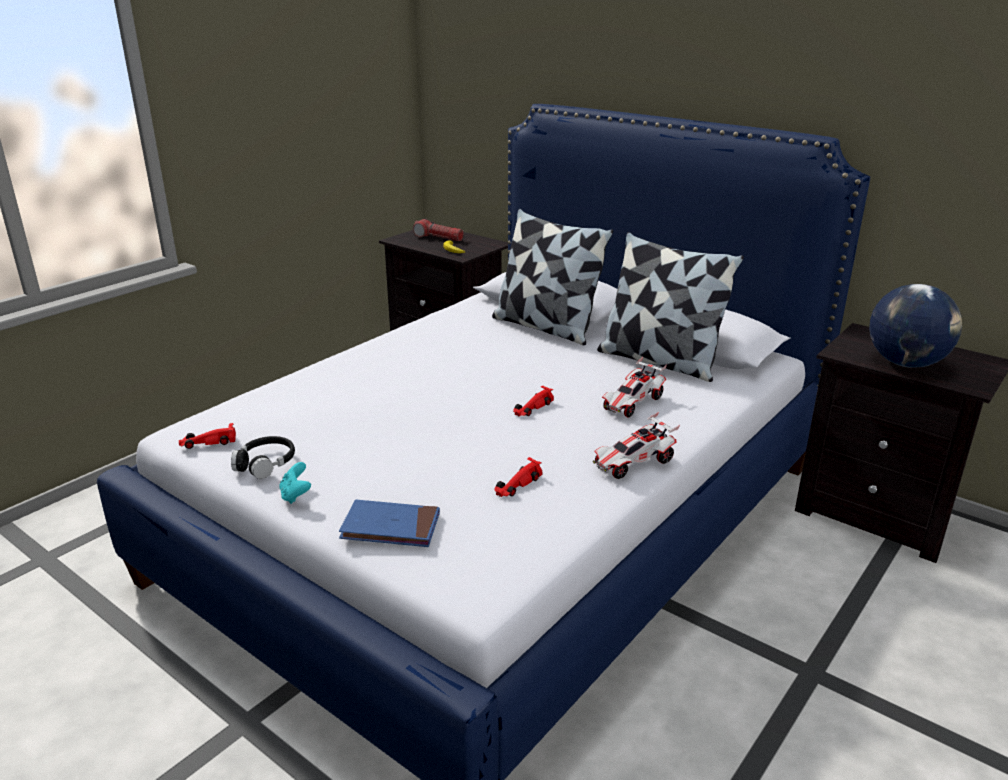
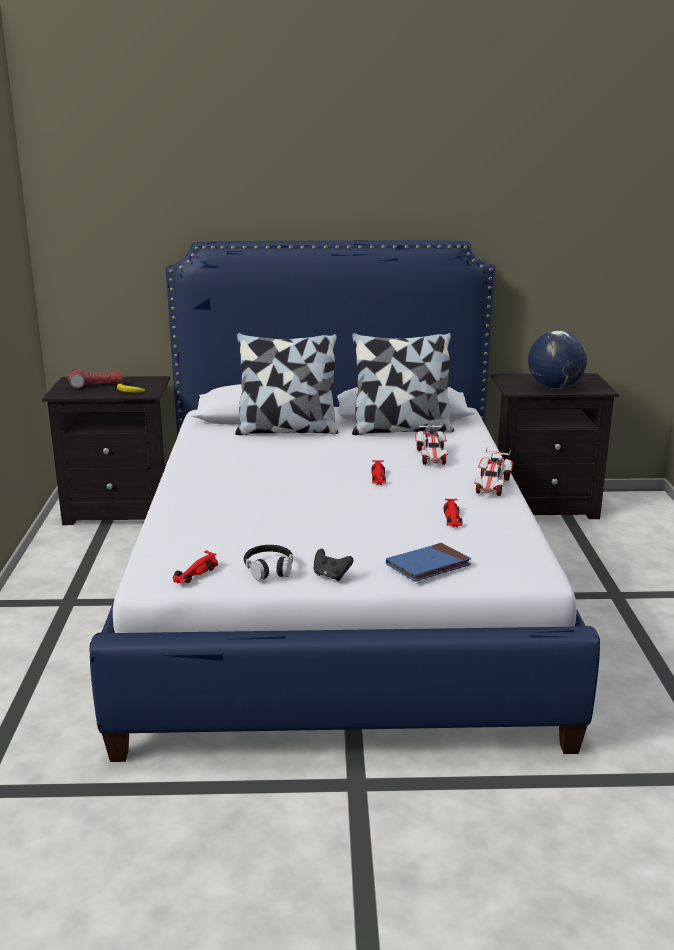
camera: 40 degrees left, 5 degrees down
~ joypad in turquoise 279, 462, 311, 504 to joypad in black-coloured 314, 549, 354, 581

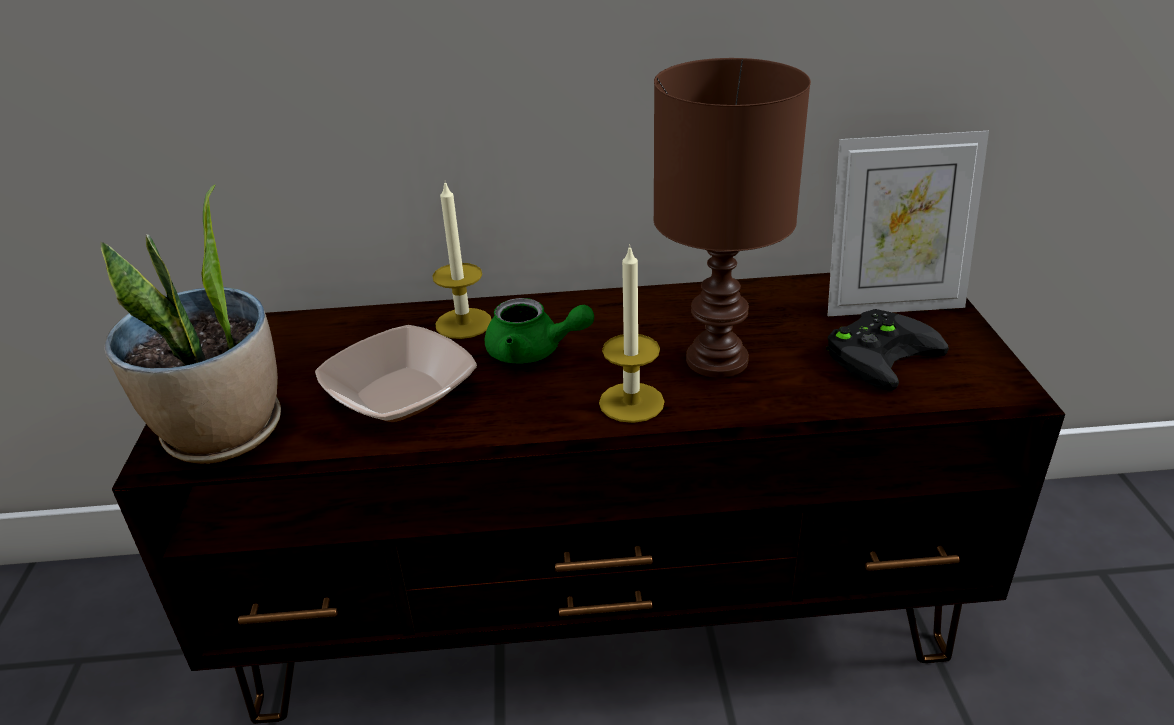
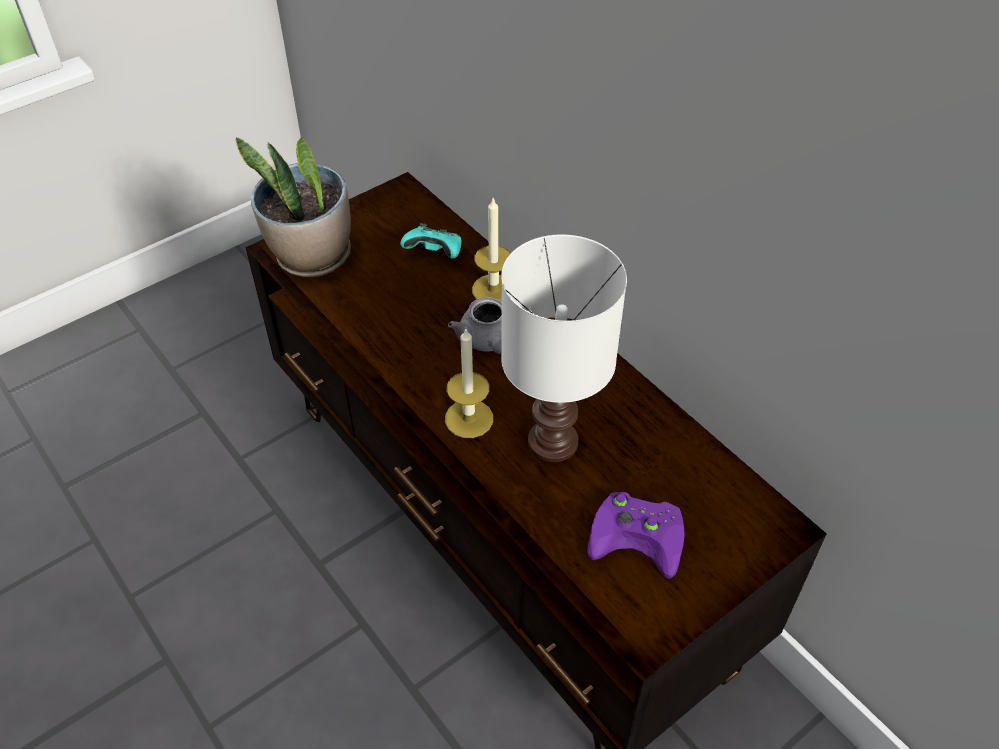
camera: 55 degrees right, 15 degrees up
+ joypad in turquoise 400, 223, 462, 259
~ teapot in green 485, 298, 594, 364 to teapot in grey 448, 297, 502, 354
~ table lamp in brown-coloured 653, 58, 811, 378 to table lamp in whitish 501, 234, 627, 462
~ joypad in black-coloured 826, 309, 949, 391 to joypad in purple-coloured 587, 492, 685, 579
- serving bowl 315, 325, 477, 422
- picture frame 827, 131, 989, 316

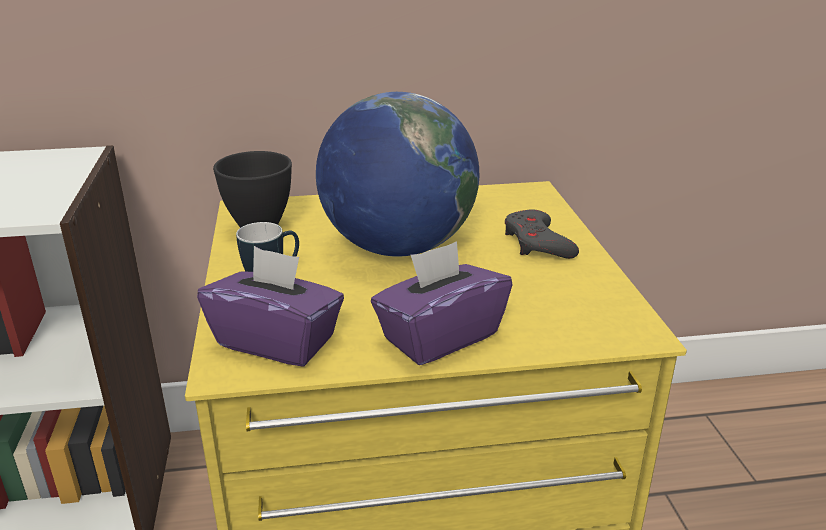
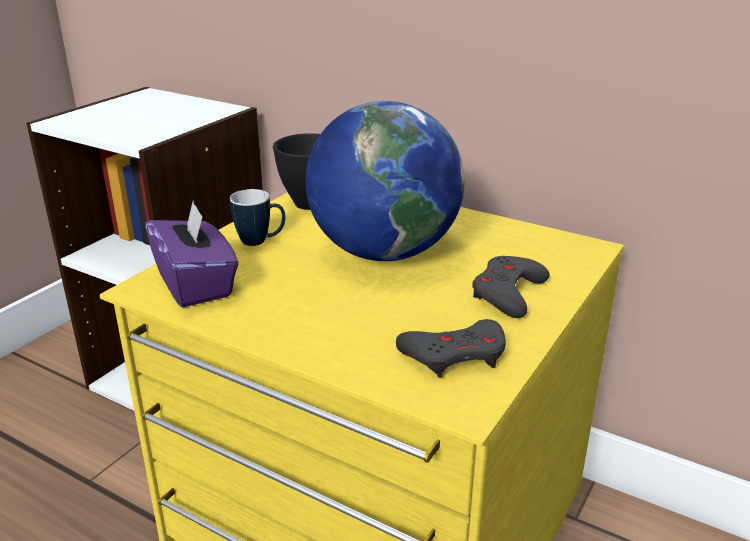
camera: 40 degrees right, 0 degrees up
+ joypad in grey 396, 319, 506, 378
- tissue holder in purple-coloured 371, 241, 513, 365

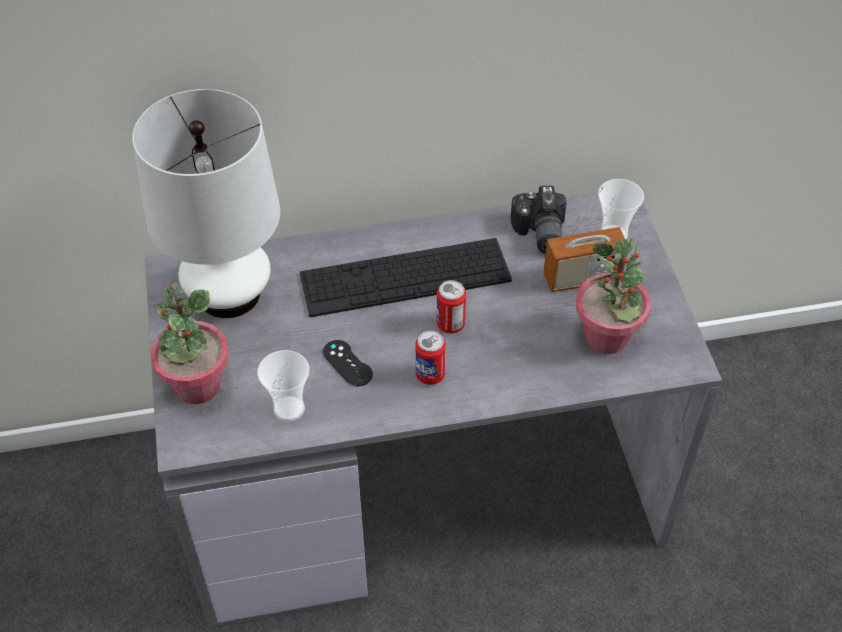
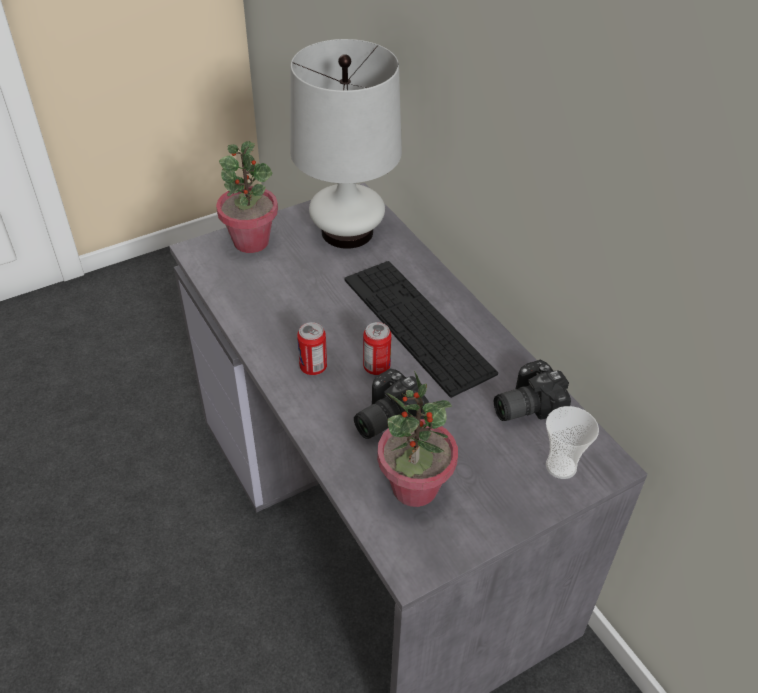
camera: 70 degrees right, 5 degrees down
+ still camera 354, 369, 429, 439
- cup 257, 350, 310, 421
- joypad in black-coloured 323, 340, 373, 386
- radio receiver 543, 186, 627, 292

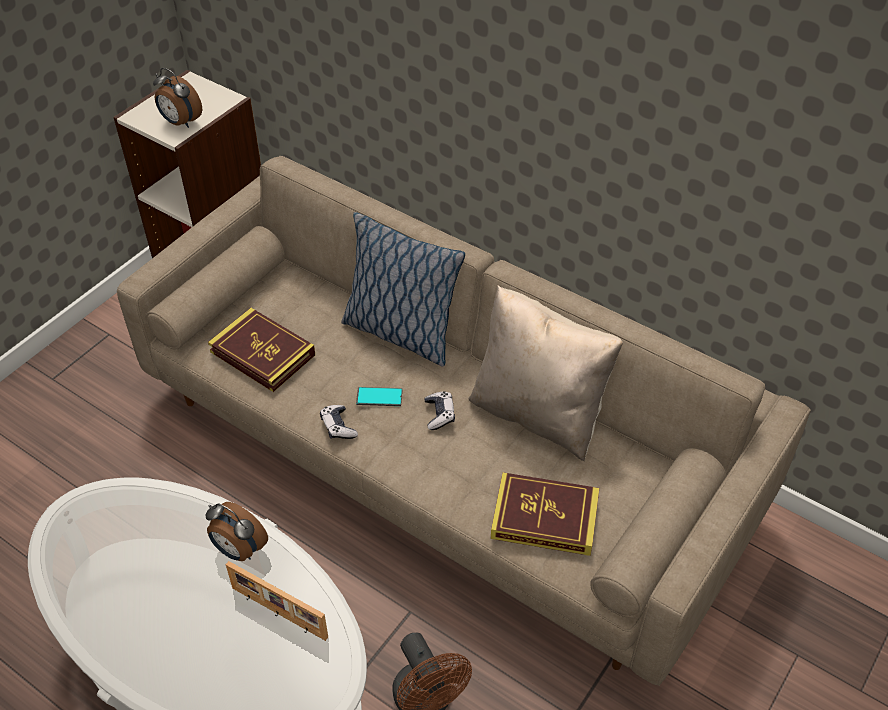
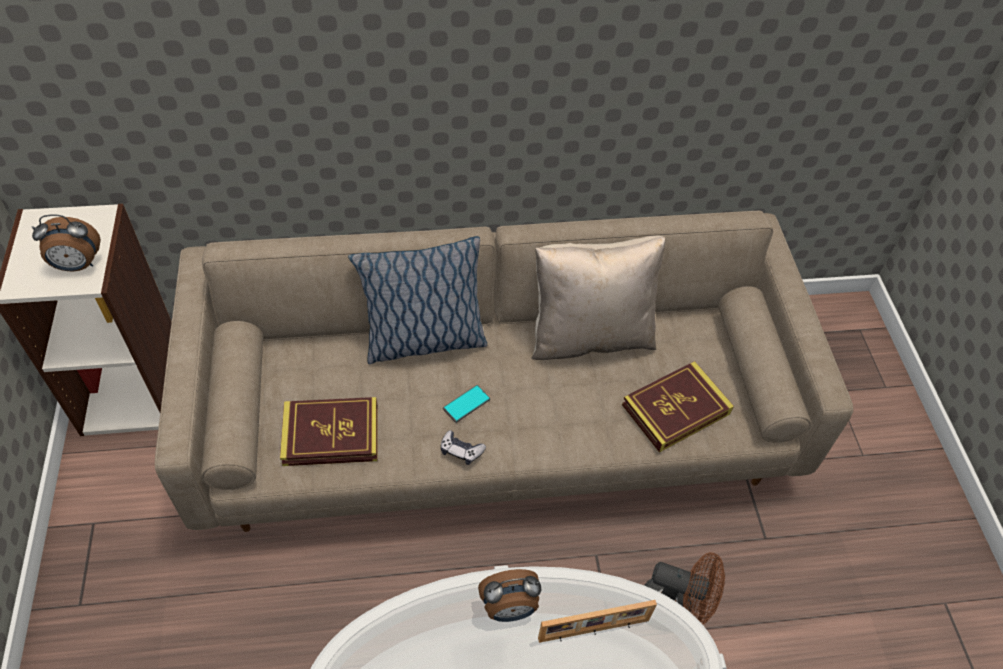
camera: 45 degrees left, 5 degrees up
- joypad 425, 391, 455, 430

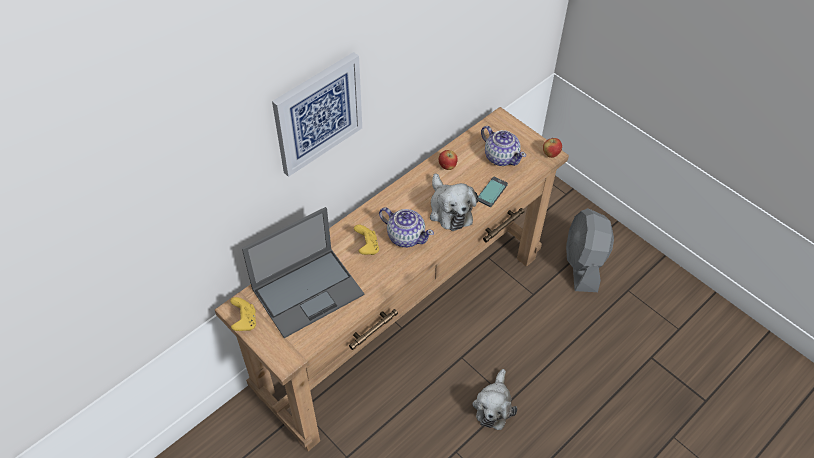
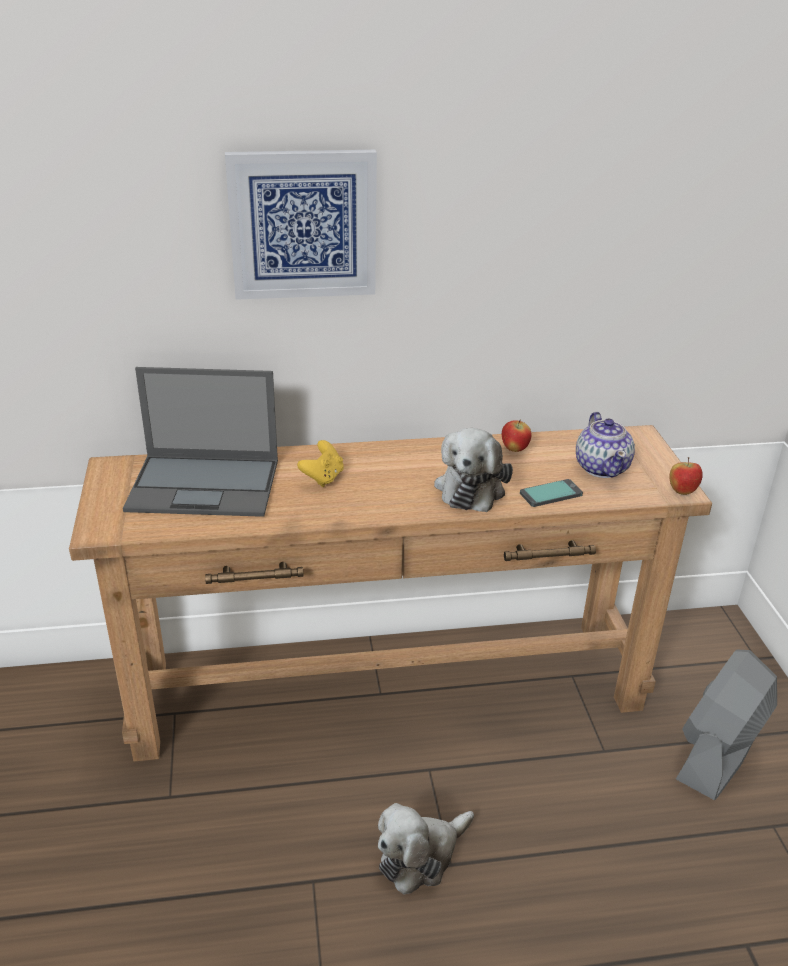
camera: 35 degrees right, 20 degrees down
- joypad in yellow-coloured 230, 297, 256, 331
- teapot 379, 207, 434, 248

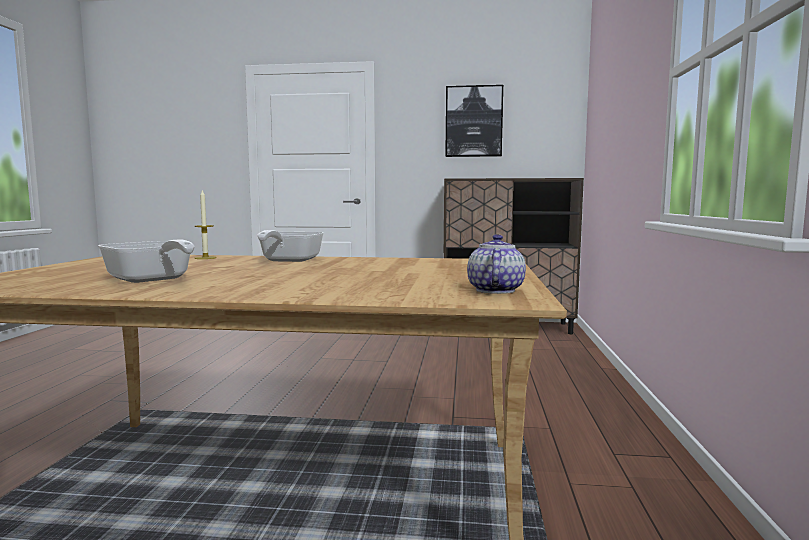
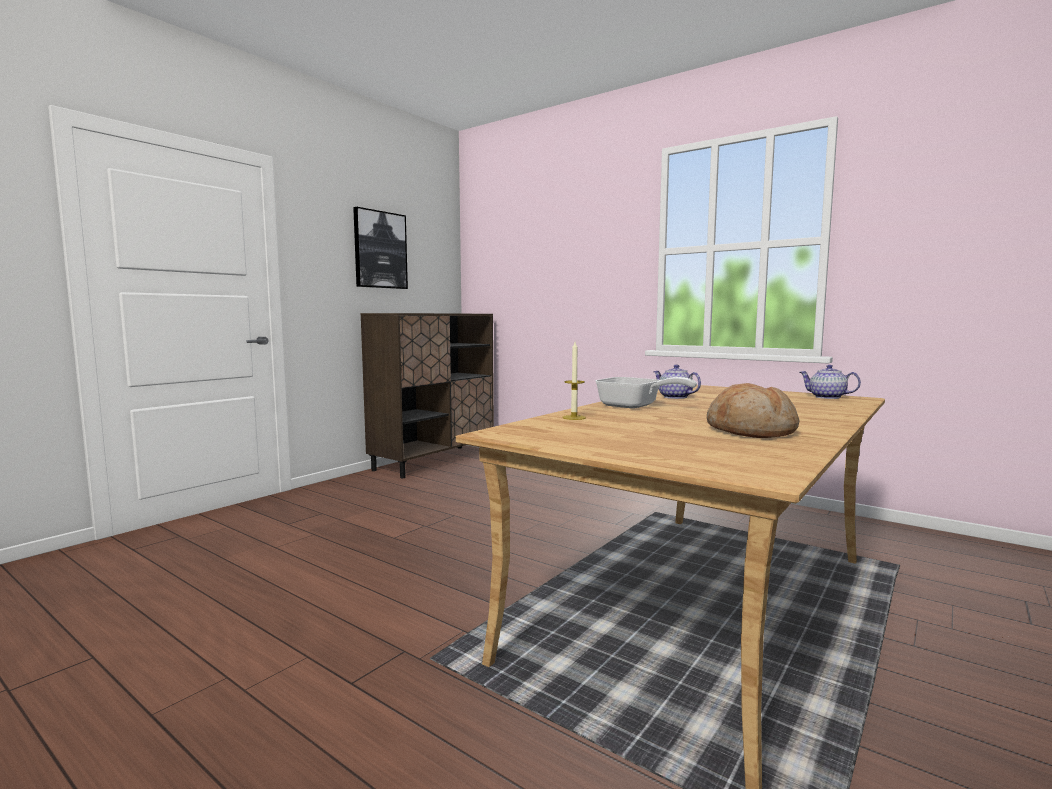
camera: 60 degrees left, 0 degrees up
+ teapot 653, 365, 701, 399
~ skillet 98, 239, 195, 283 to bread 707, 383, 800, 438

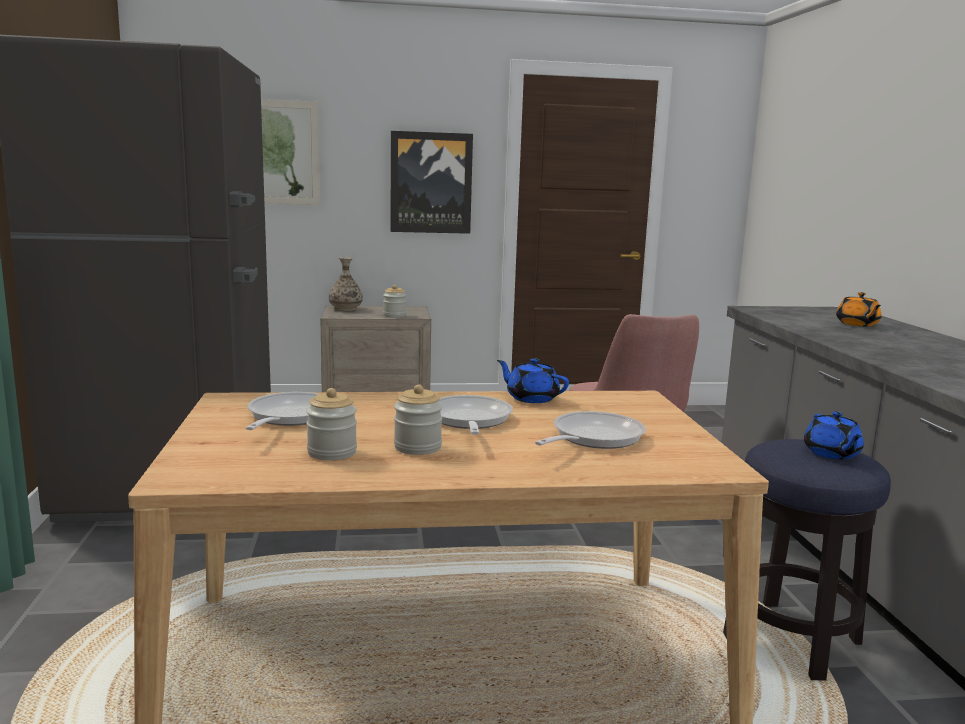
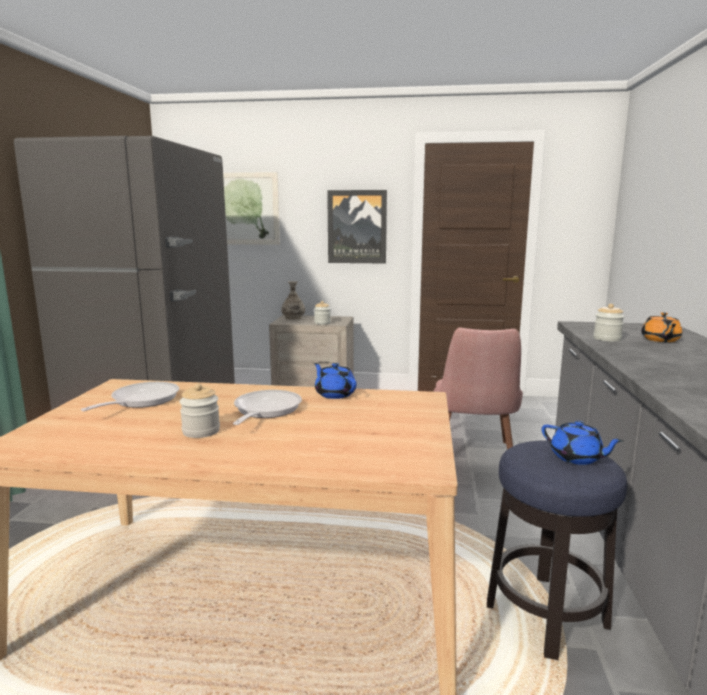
camera: 15 degrees right, 0 degrees up
~ teapot in blue-coloured 804, 411, 864, 459 = 542, 421, 624, 465 60 degrees counterclockwise
~ preserve jar 306, 388, 357, 460 to 593, 304, 625, 342
- skillet 535, 411, 646, 449

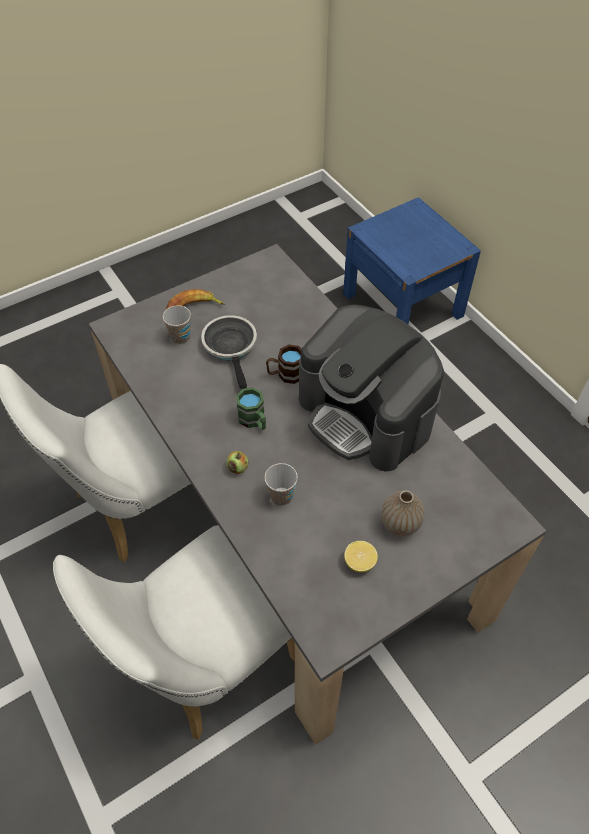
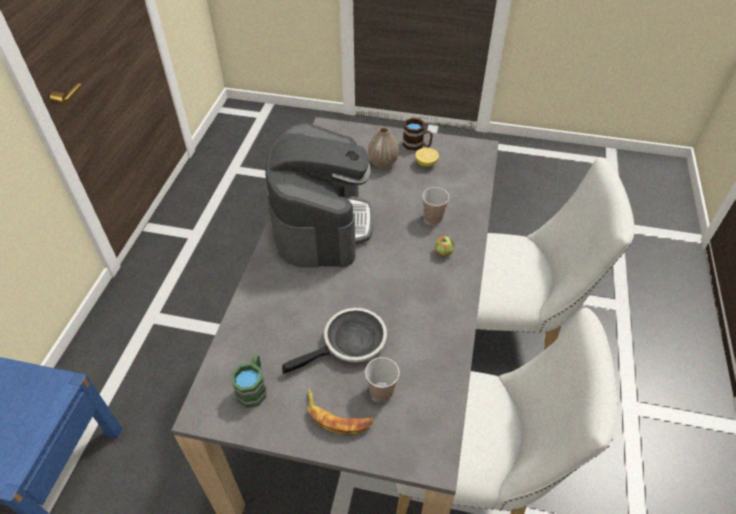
camera: 135 degrees left, 5 degrees down
~ coffee mug in green 236, 387, 266, 430 to 231, 354, 267, 408
~ skillet 201, 315, 257, 390 = 282, 308, 387, 374 150 degrees counterclockwise
~ coffee mug in brown-coloured 266, 344, 302, 384 to 403, 118, 433, 151

